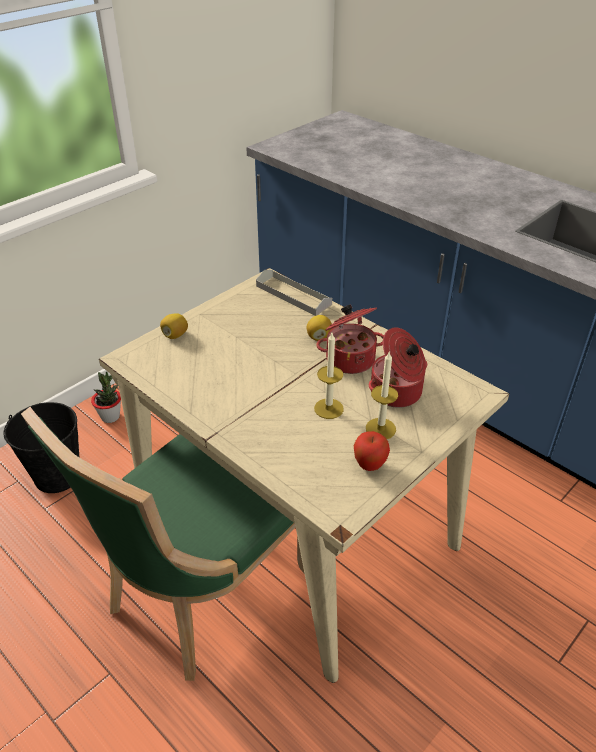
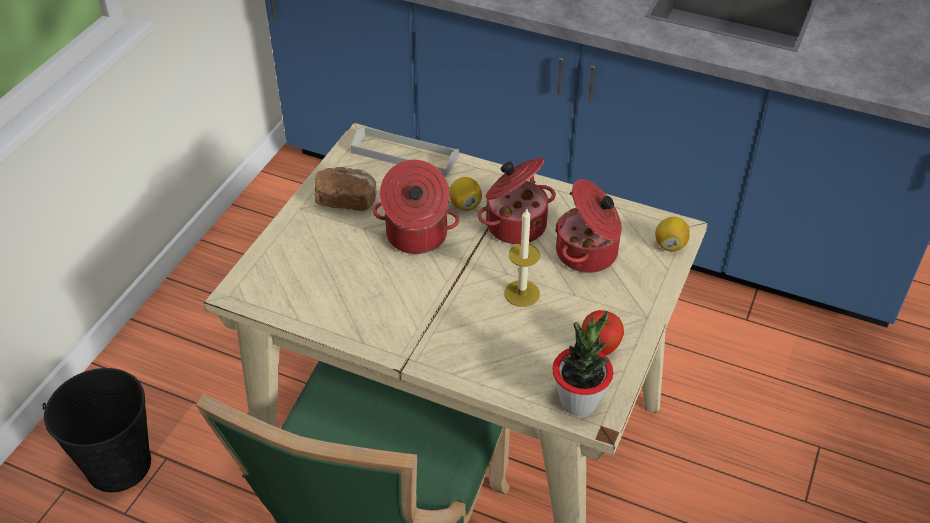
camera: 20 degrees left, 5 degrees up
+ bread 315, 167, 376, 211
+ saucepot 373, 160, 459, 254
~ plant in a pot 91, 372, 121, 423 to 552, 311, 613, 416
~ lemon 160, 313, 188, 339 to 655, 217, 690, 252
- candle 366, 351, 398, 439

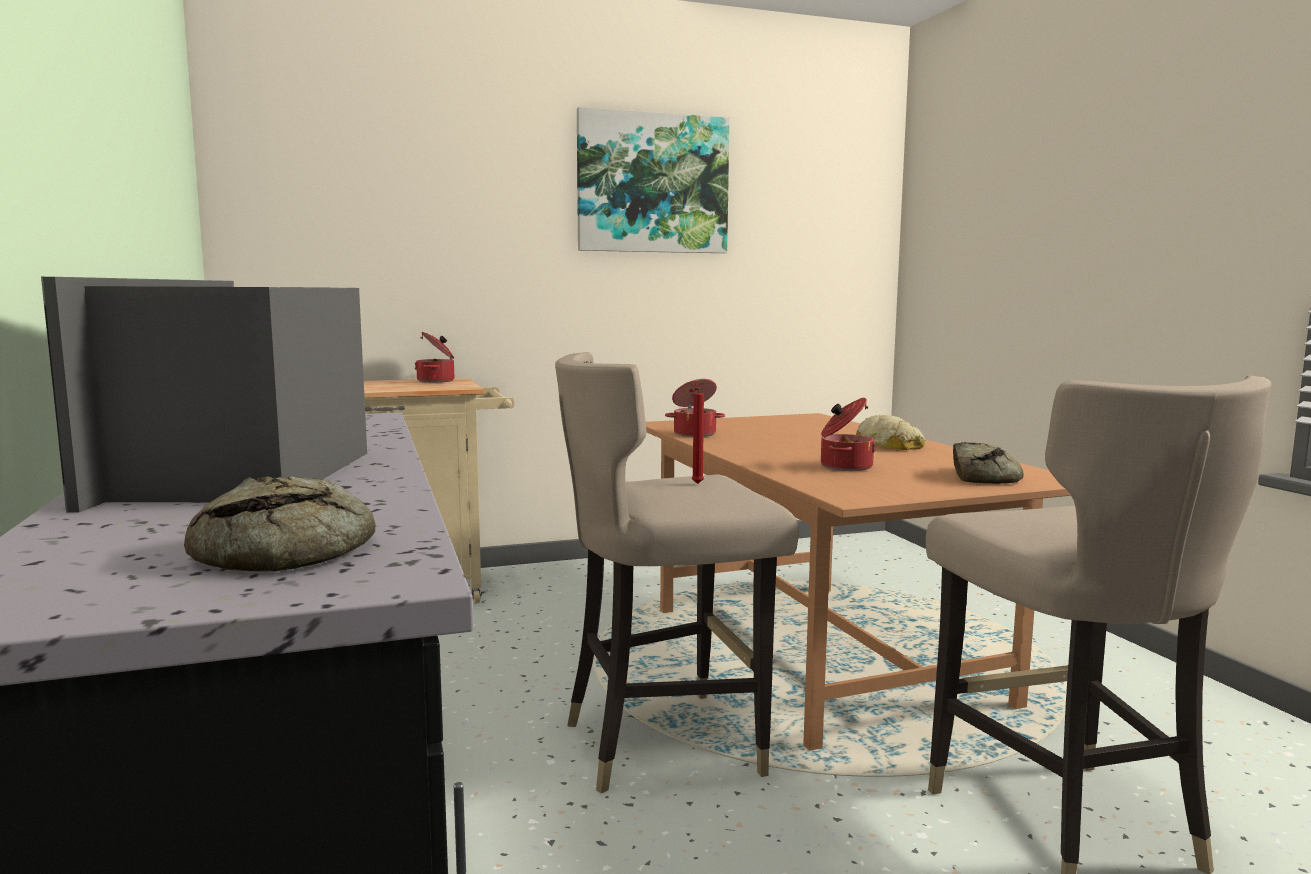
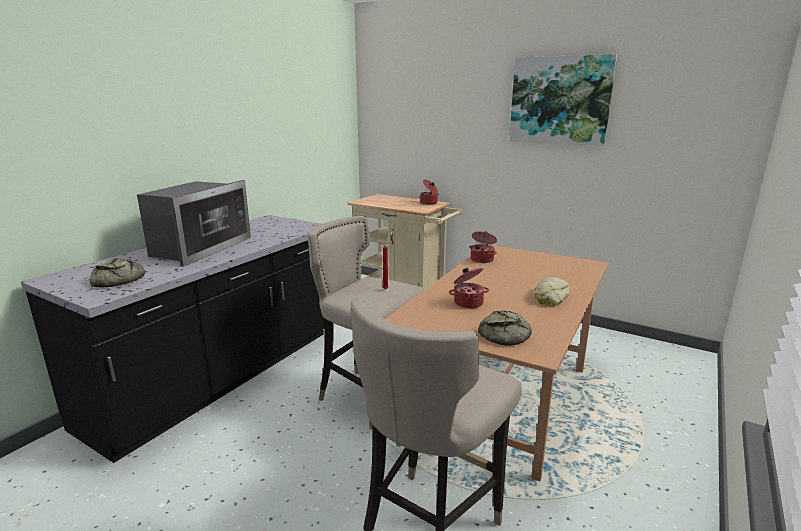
camera: 50 degrees right, 10 degrees up
~ kitchen microwave 41, 277, 367, 512 = 137, 180, 251, 267 150 degrees clockwise

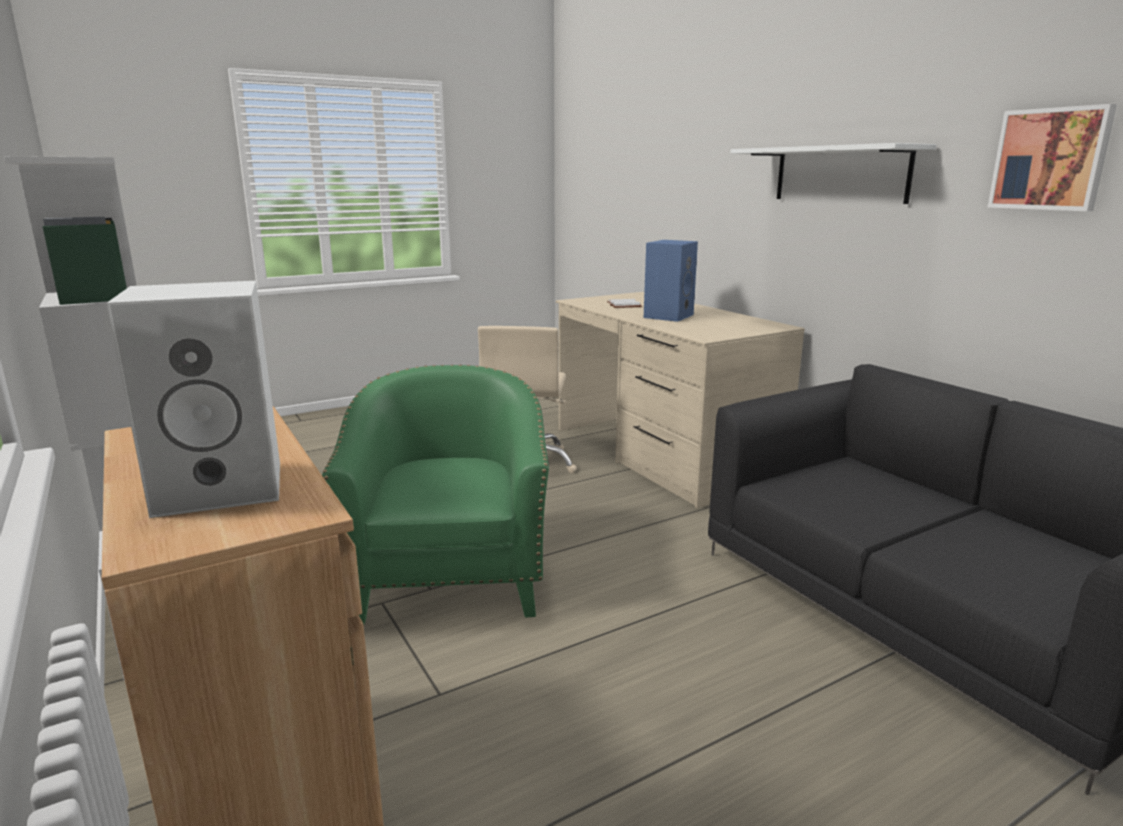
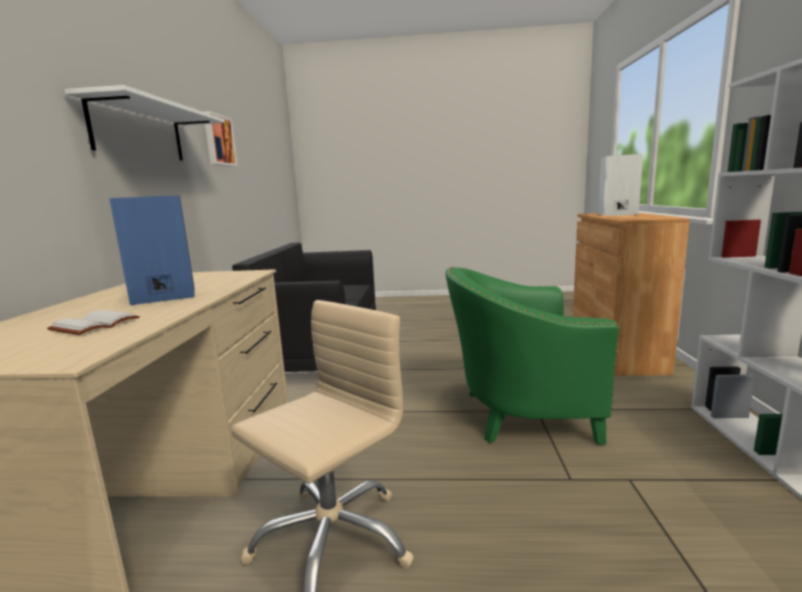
camera: 145 degrees left, 5 degrees down
~ lounge chair in green 322, 365, 549, 625 = 445, 267, 620, 445 60 degrees clockwise

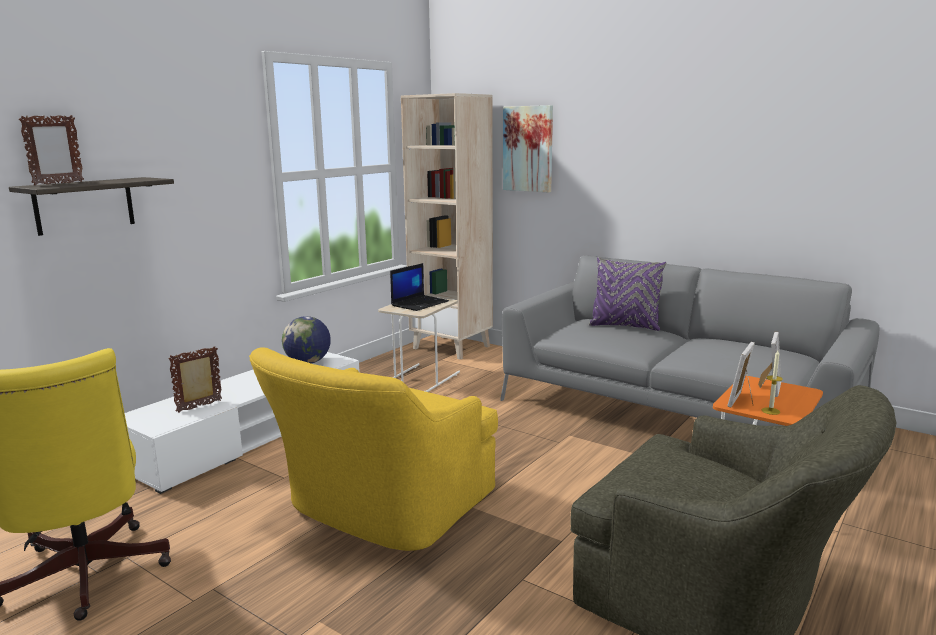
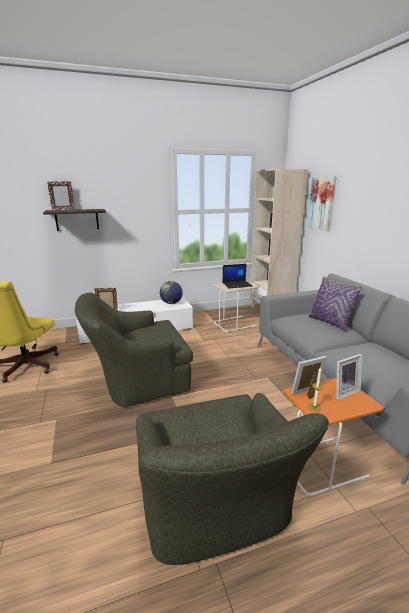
camera: 35 degrees right, 5 degrees up
~ lounge chair in yellow-coloured 249, 347, 498, 551 to lounge chair in green 75, 292, 193, 407

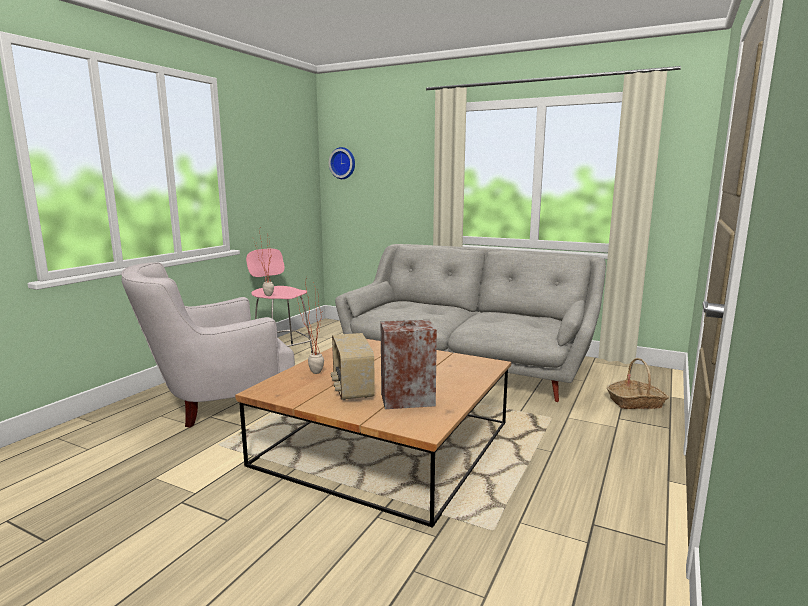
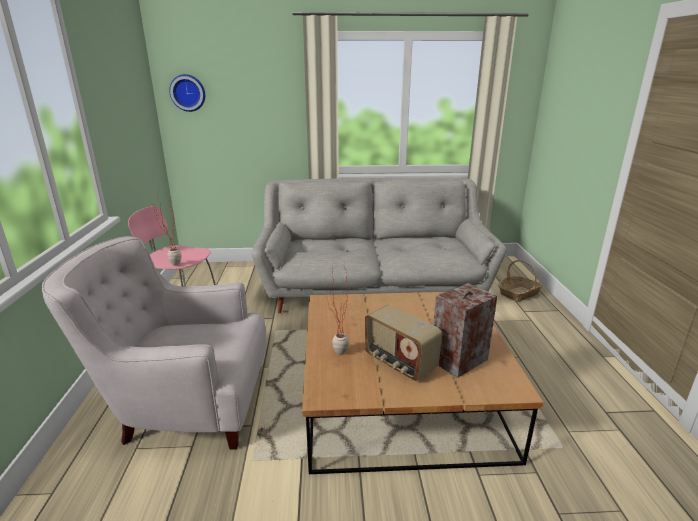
camera: 30 degrees left, 10 degrees up
~ lounge chair in whitish 121, 262, 295, 428 = 42, 236, 267, 449 60 degrees clockwise

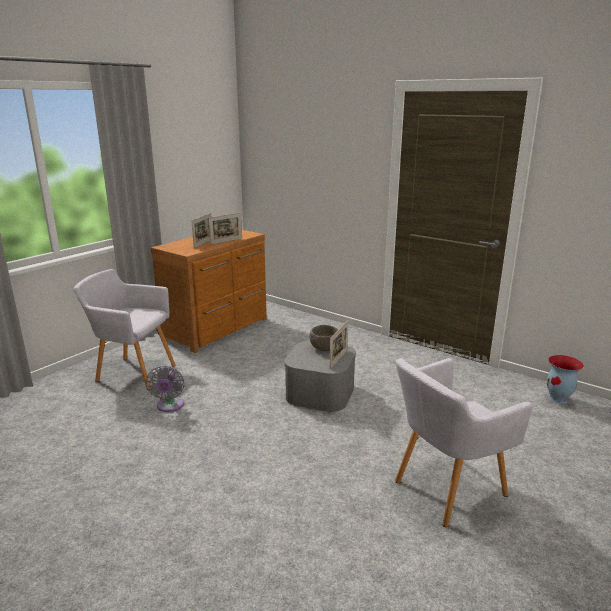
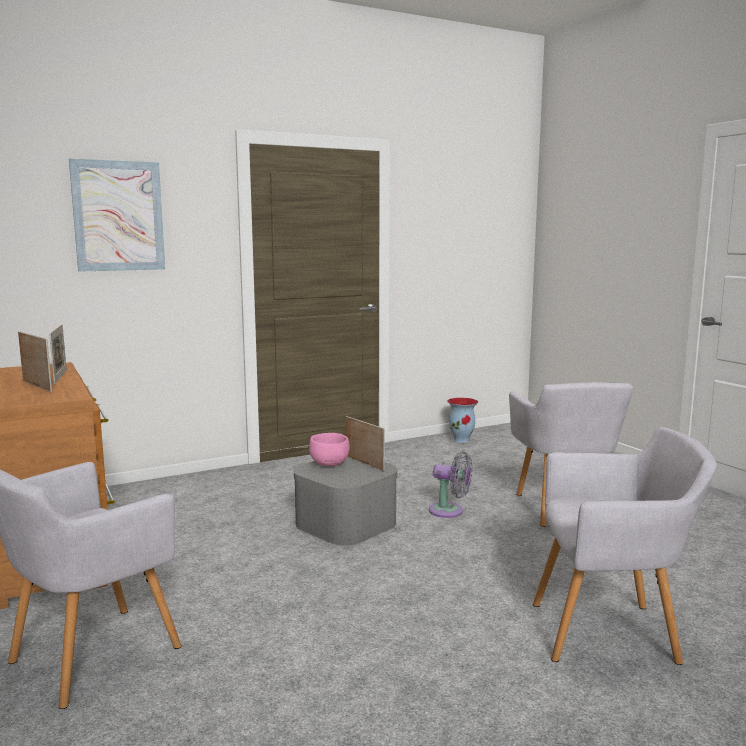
camera: 65 degrees left, 10 degrees down
+ wall art 69, 159, 165, 272
~ serving bowl in brown-coloured 310, 325, 338, 351 to serving bowl in pink-coloured 309, 433, 350, 466
~ cooling fan in grey 146, 366, 185, 412 to 429, 451, 472, 518
+ lounge chair in grey 533, 427, 717, 665

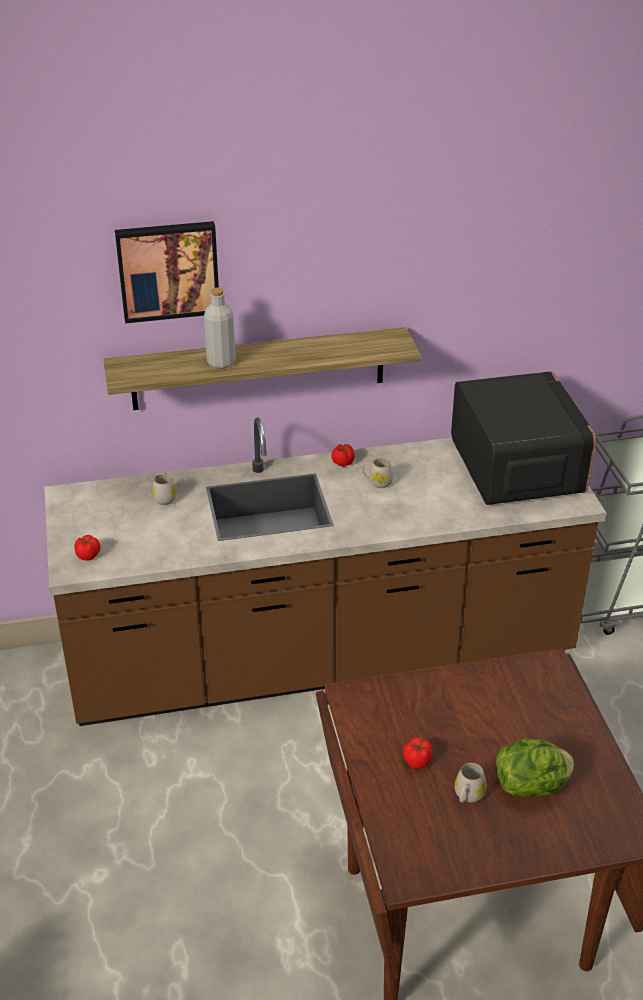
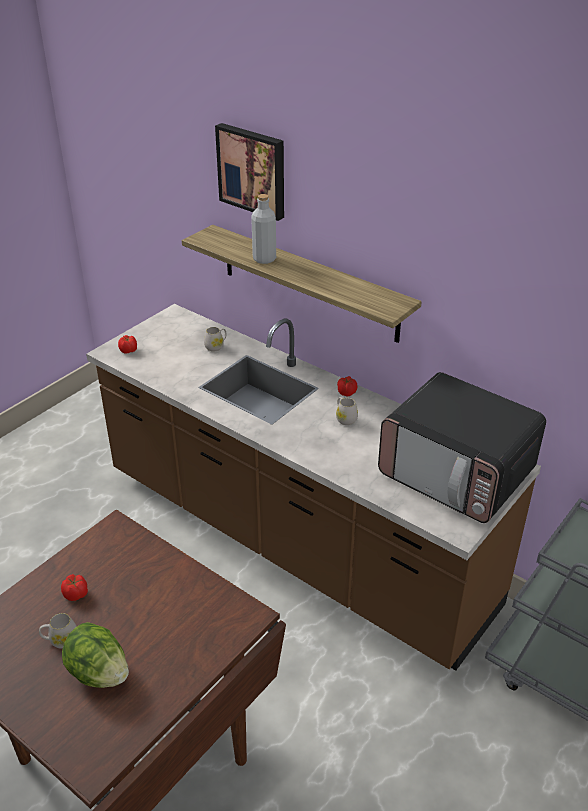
camera: 50 degrees right, 0 degrees up
~ kitchen microwave 451, 371, 596, 505 = 378, 372, 546, 523 90 degrees clockwise

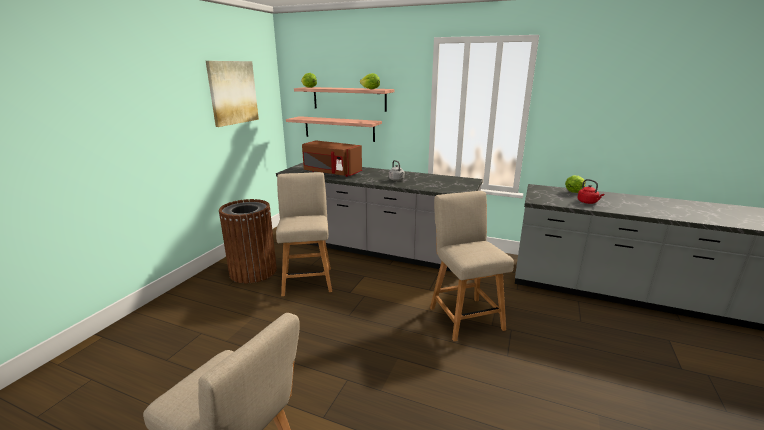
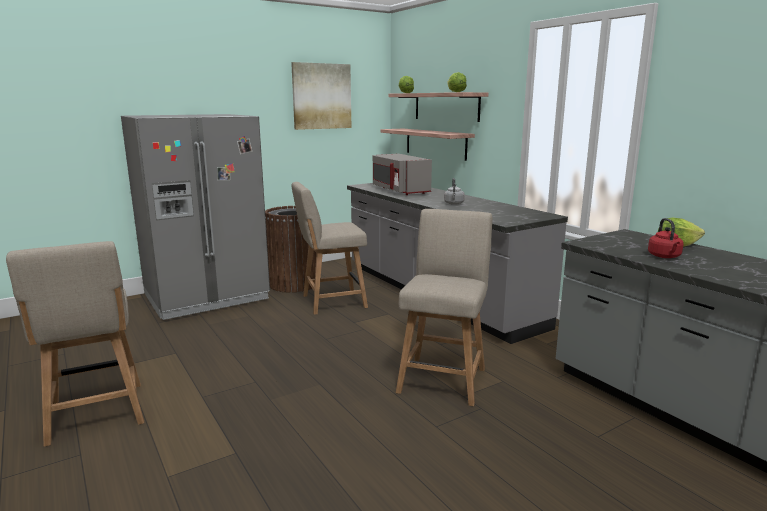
camera: 35 degrees right, 5 degrees down
+ refrigerator in grey 121, 114, 270, 320
~ upright chair in beige 276, 172, 332, 296 = 292, 182, 368, 315 135 degrees counterclockwise
~ kitchen microwave in brown-coloured 302, 141, 362, 177 to kitchen microwave in grey 373, 154, 432, 195

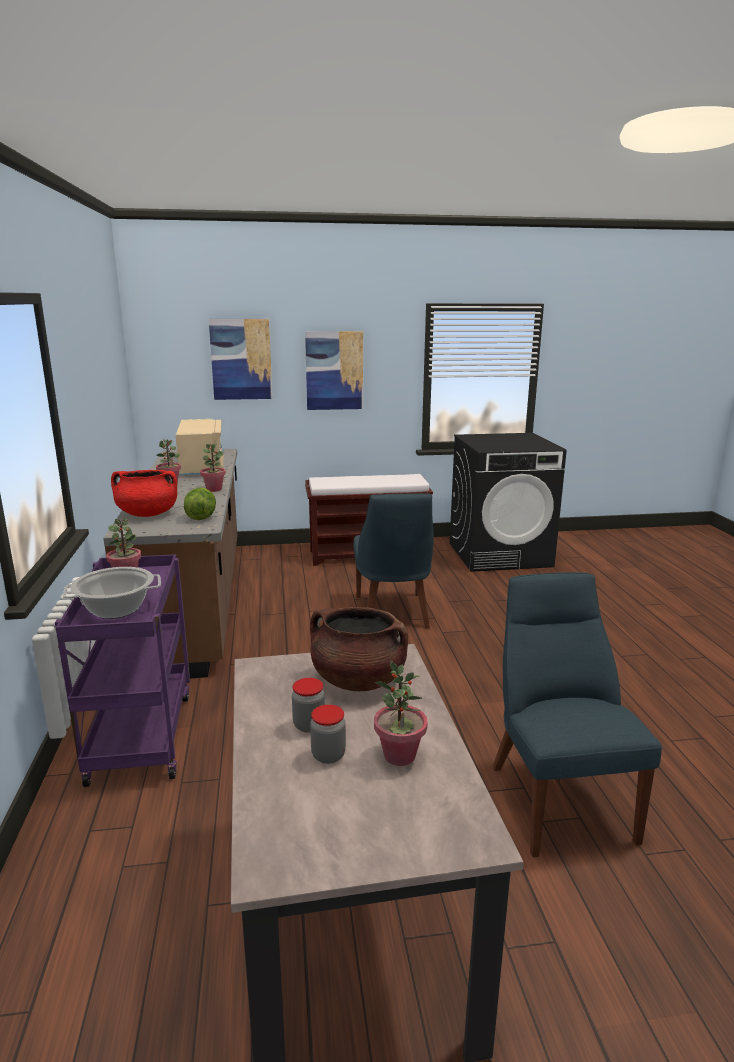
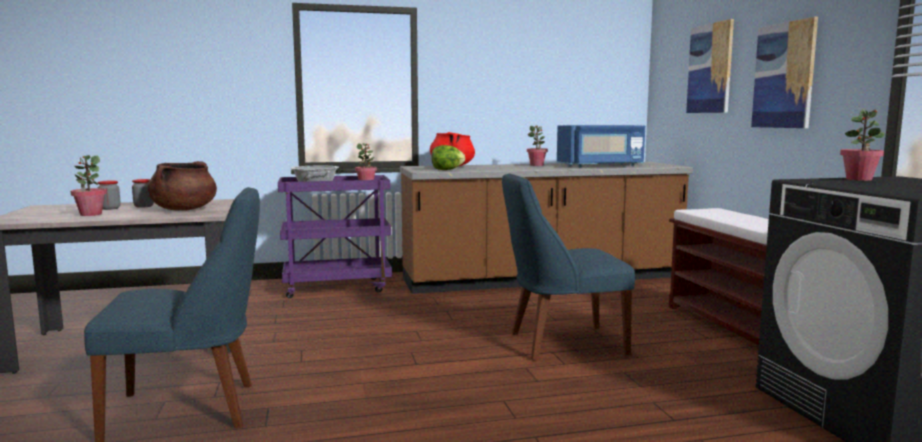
camera: 85 degrees right, 10 degrees down
~ kitchen microwave in beige 176, 419, 224, 475 to kitchen microwave in blue-coloured 557, 125, 645, 167
~ plant in a pot 200, 443, 226, 492 to 840, 109, 885, 181

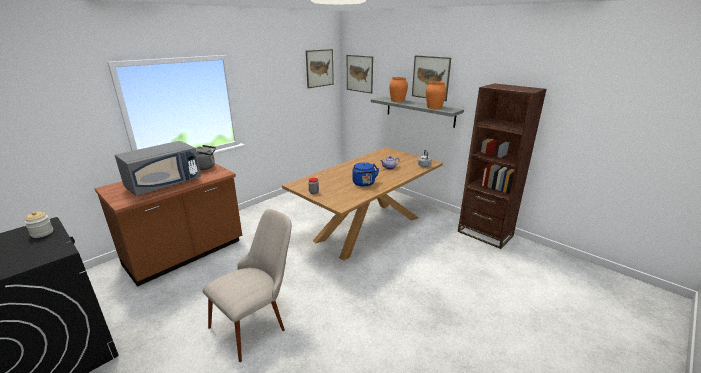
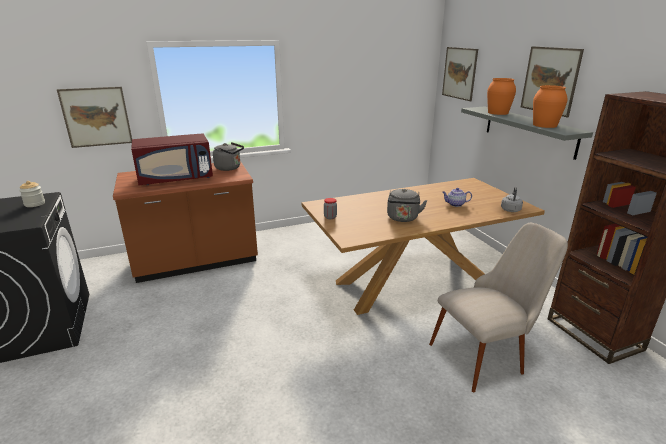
camera: 25 degrees right, 0 degrees up
~ wall art 306, 49, 334, 88 to 57, 87, 132, 148
~ kitchen microwave in grey 115, 141, 201, 196 to kitchen microwave in red 131, 133, 213, 185
~ tea kettle in blue-coloured 352, 162, 380, 186 to tea kettle in grey 387, 189, 427, 222
~ upright chair in beige 203, 209, 292, 362 to 429, 223, 568, 392

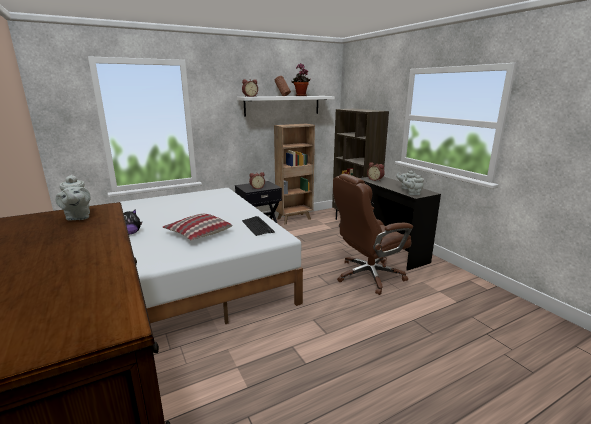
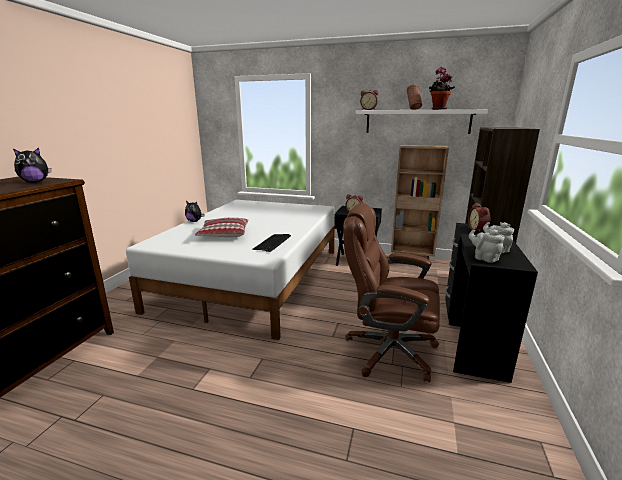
camera: 45 degrees right, 0 degrees up
~ teapot in grey 55, 174, 91, 220 to soft toy 13, 147, 52, 183

